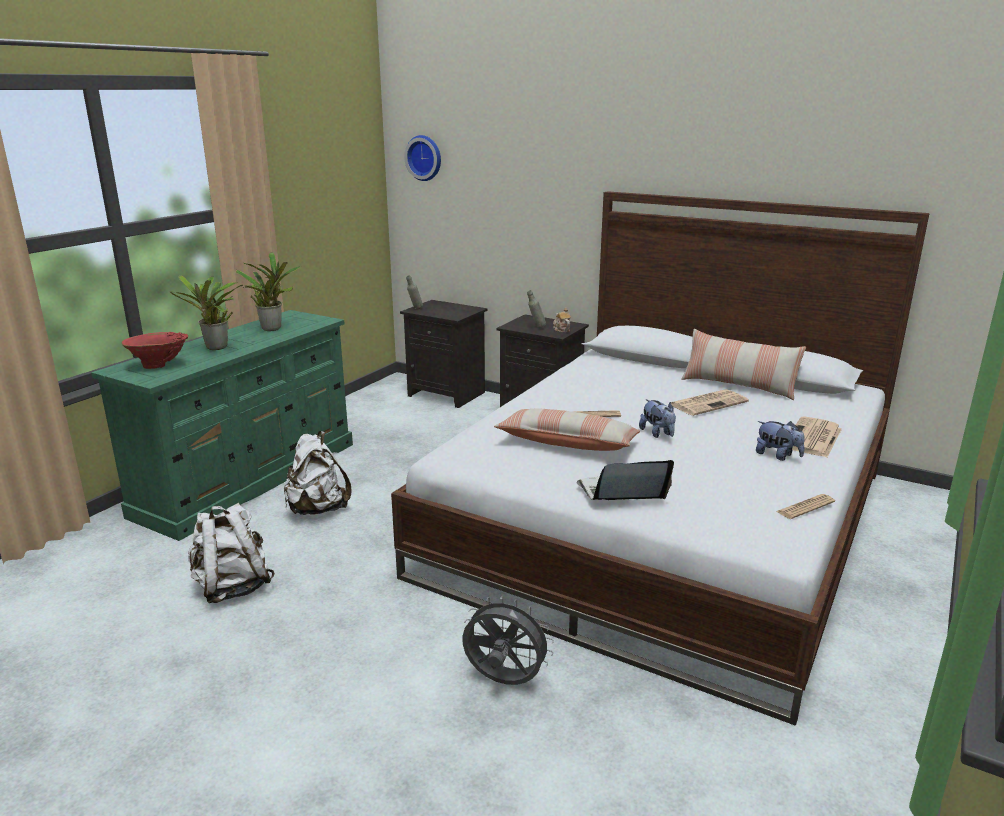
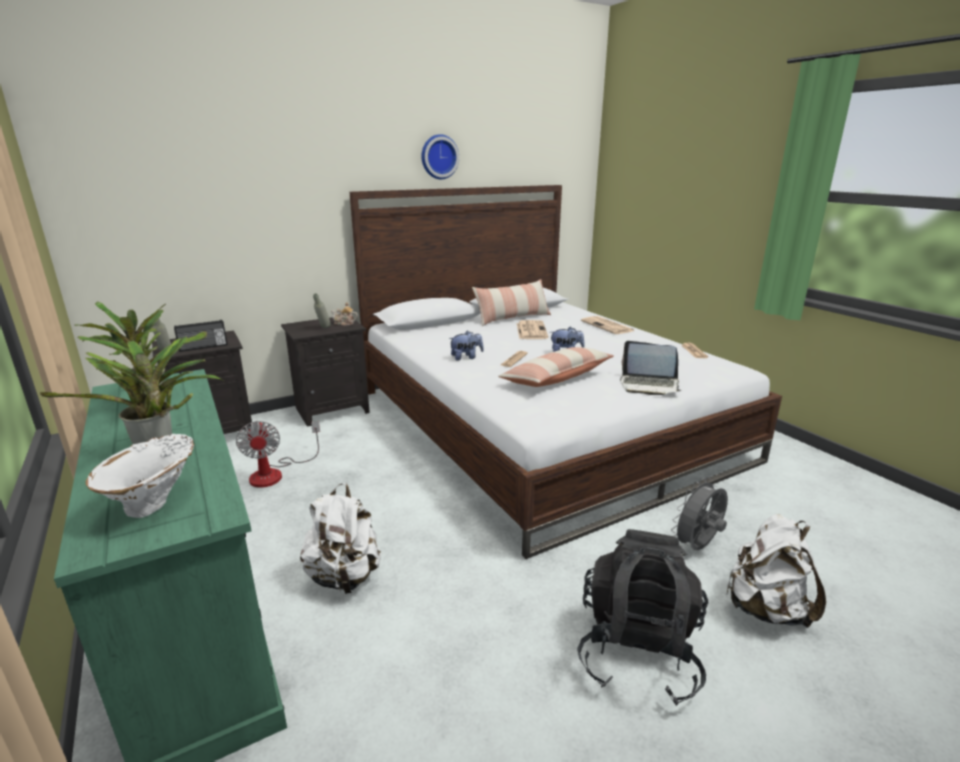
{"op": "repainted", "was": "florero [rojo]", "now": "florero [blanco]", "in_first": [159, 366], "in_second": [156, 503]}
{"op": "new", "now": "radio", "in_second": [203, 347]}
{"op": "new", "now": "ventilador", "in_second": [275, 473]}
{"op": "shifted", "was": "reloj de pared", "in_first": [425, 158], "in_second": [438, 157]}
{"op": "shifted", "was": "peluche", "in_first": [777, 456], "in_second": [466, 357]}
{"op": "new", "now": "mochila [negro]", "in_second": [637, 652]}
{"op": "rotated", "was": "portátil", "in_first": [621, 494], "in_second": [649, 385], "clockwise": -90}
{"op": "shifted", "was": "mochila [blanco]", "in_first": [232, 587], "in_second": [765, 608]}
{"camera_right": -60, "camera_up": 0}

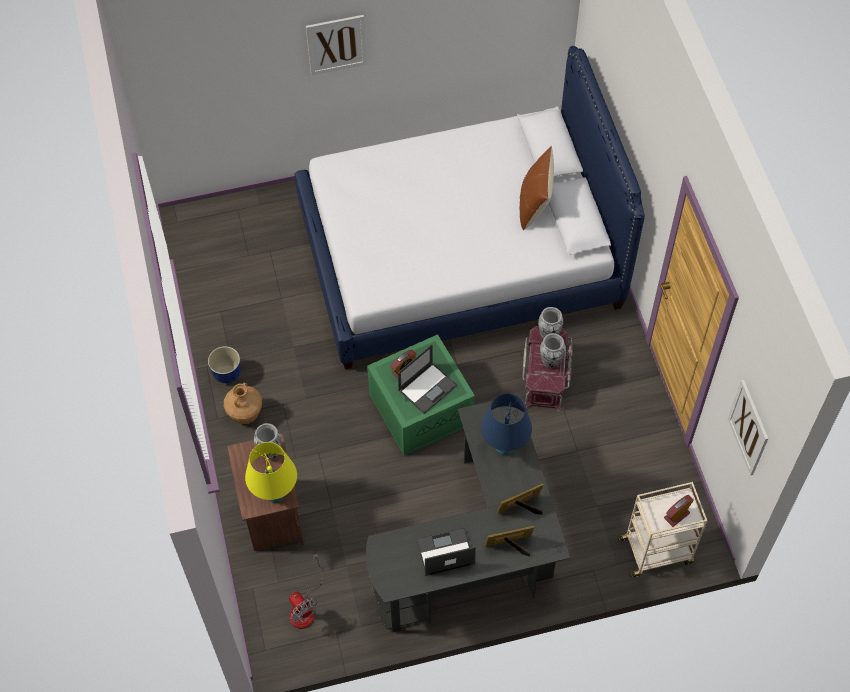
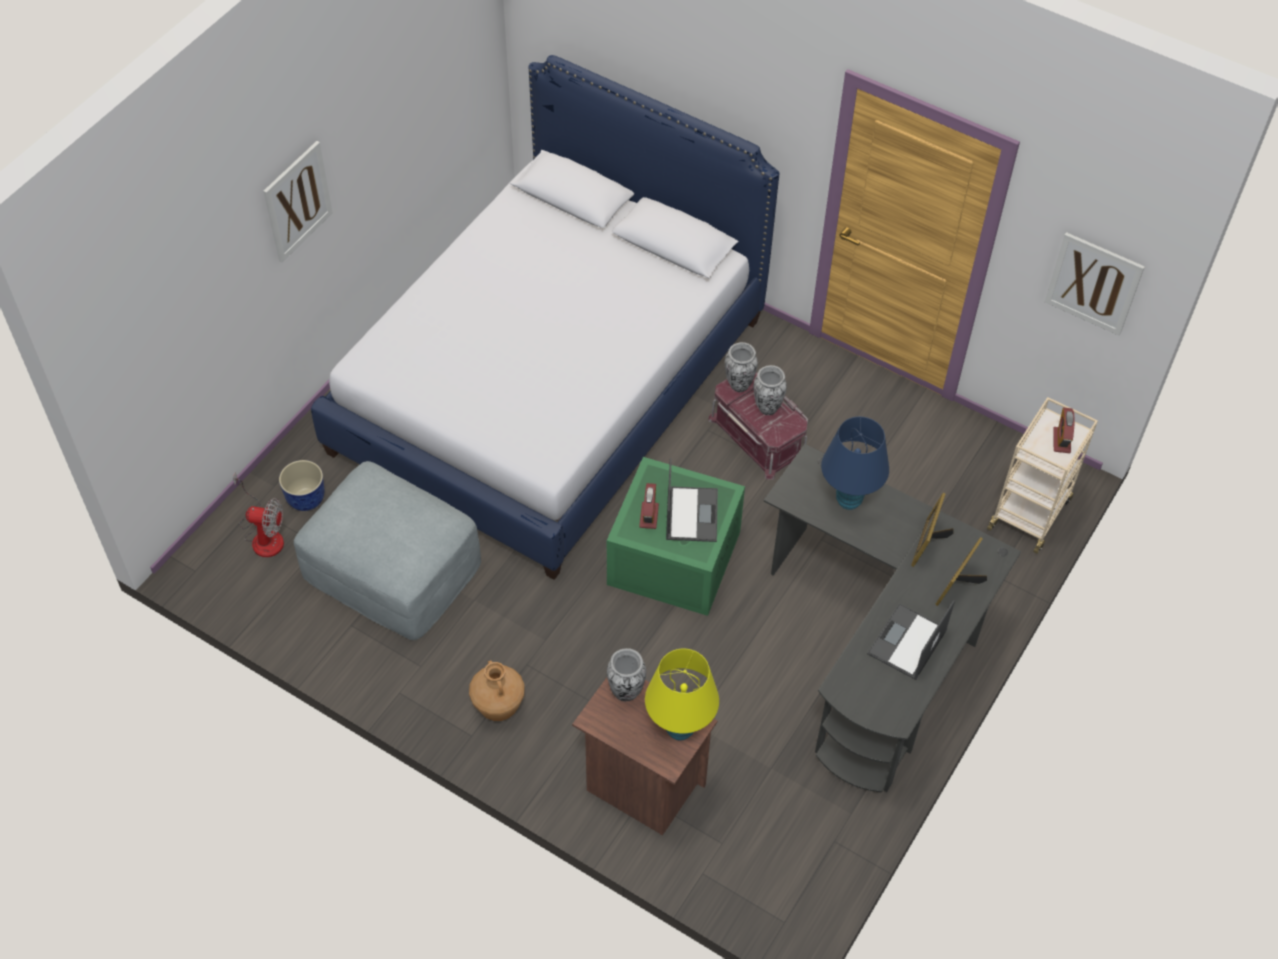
{"op": "shifted", "was": "ventilador", "in_first": [304, 607], "in_second": [263, 535]}
{"op": "shifted", "was": "maceta", "in_first": [227, 374], "in_second": [307, 500]}
{"op": "new", "now": "puf [gris]", "in_second": [392, 568]}
{"op": "gone", "was": "cojín [marrón]", "in_first": [534, 205]}
{"camera_right": -45, "camera_up": -5}

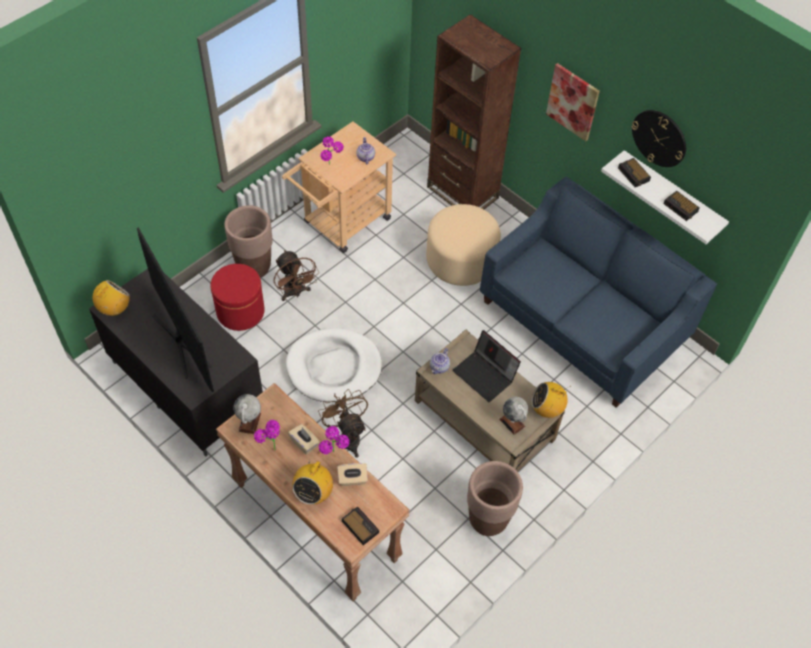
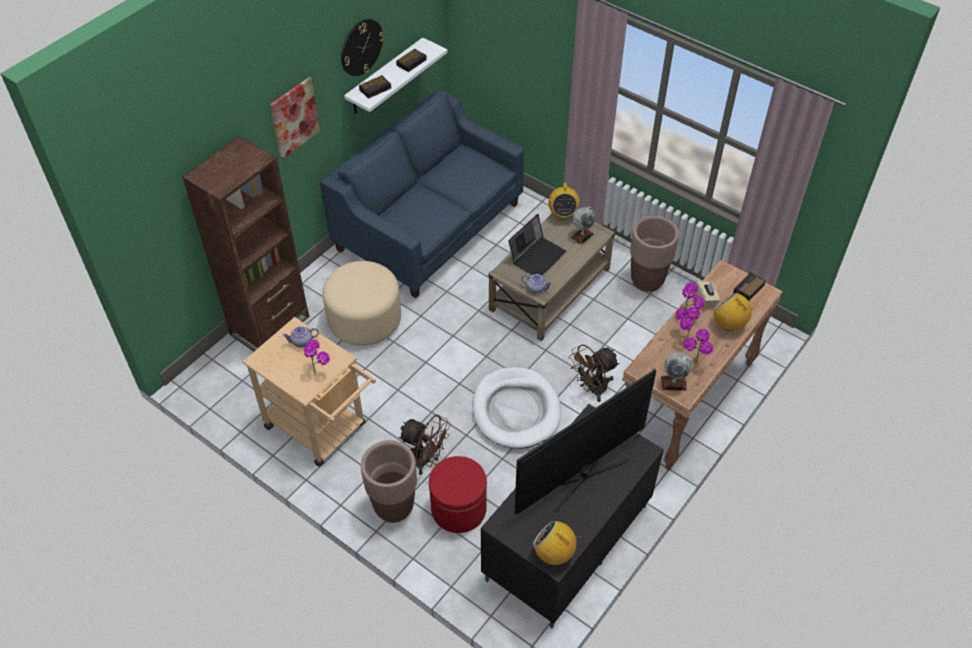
{"op": "rotated", "was": "ventilador [marrón]", "in_first": [295, 293], "in_second": [425, 460], "clockwise": 60}
{"op": "swapped", "was": "caja de pañuelos [beis]", "now": "planta en maceta", "in_first": [304, 443], "in_second": [682, 337]}
{"op": "rotated", "was": "radio", "in_first": [313, 493], "in_second": [729, 324], "clockwise": -150}
{"camera_right": -95, "camera_up": -5}

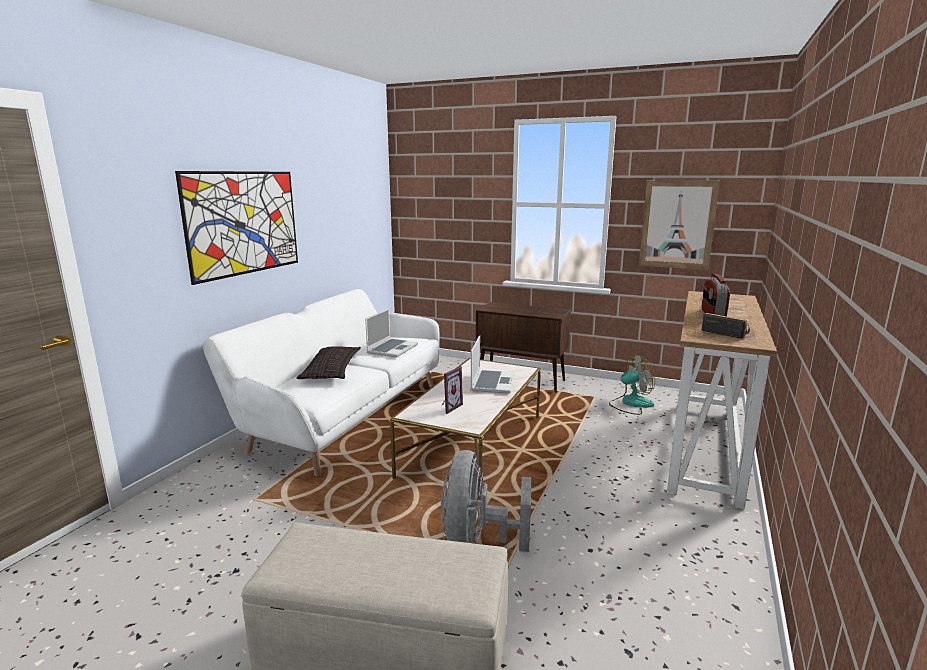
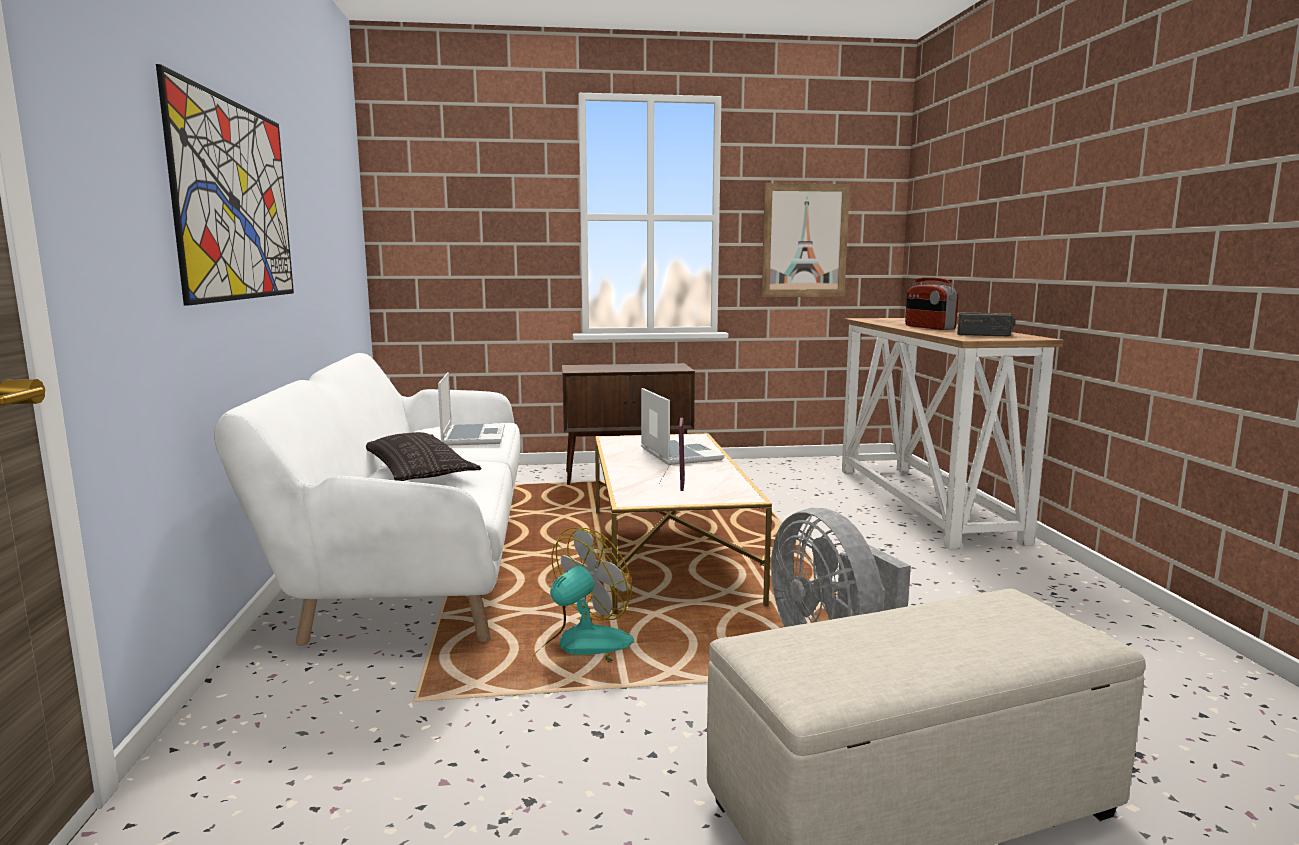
{"op": "shifted", "was": "ventilador", "in_first": [630, 404], "in_second": [581, 650]}
{"camera_right": -30, "camera_up": -5}

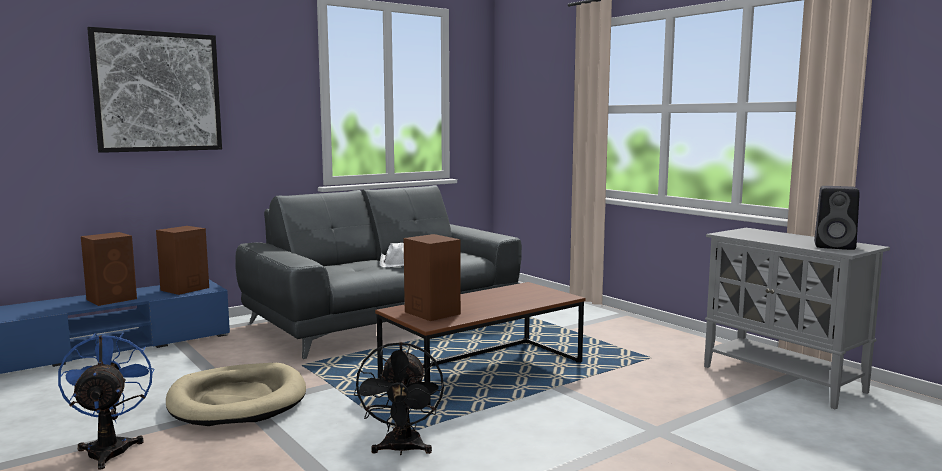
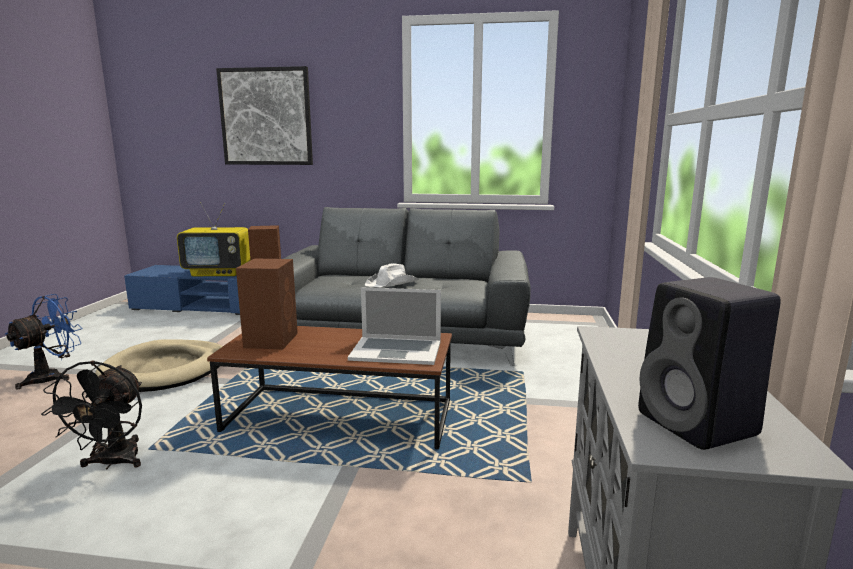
{"op": "rotated", "was": "ventilador [negro]", "in_first": [402, 450], "in_second": [113, 463], "clockwise": -45}
{"op": "swapped", "was": "altavoz [marrón]", "now": "televisor", "in_first": [113, 299], "in_second": [219, 273]}
{"op": "new", "now": "portátil", "in_second": [396, 350]}
{"camera_right": 45, "camera_up": 5}

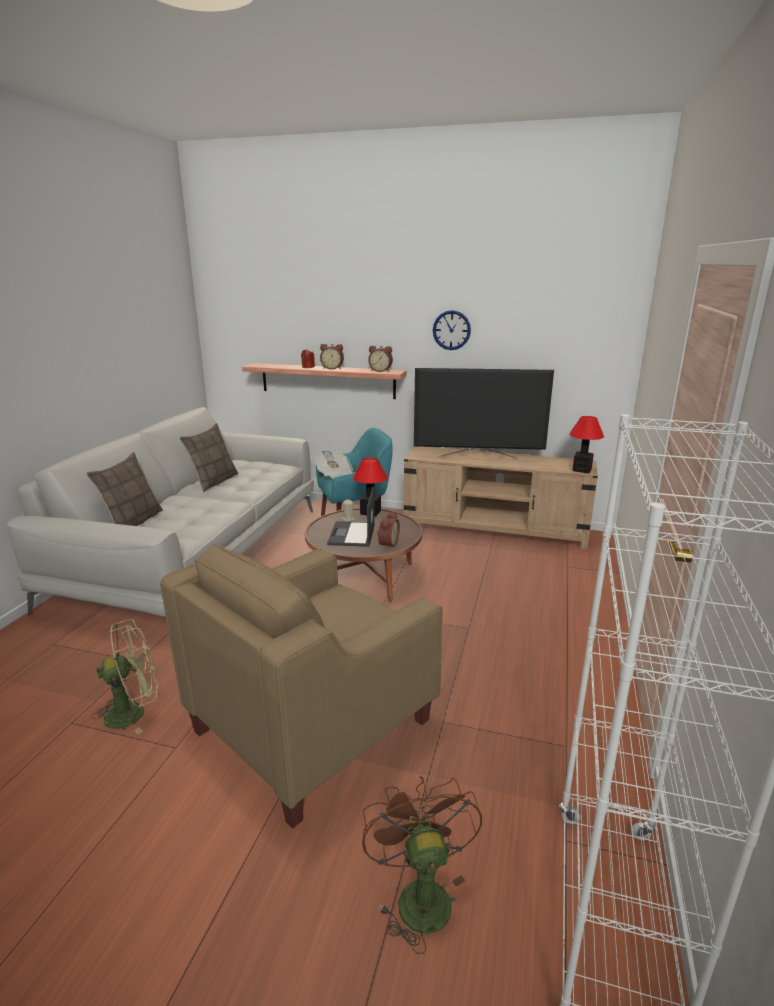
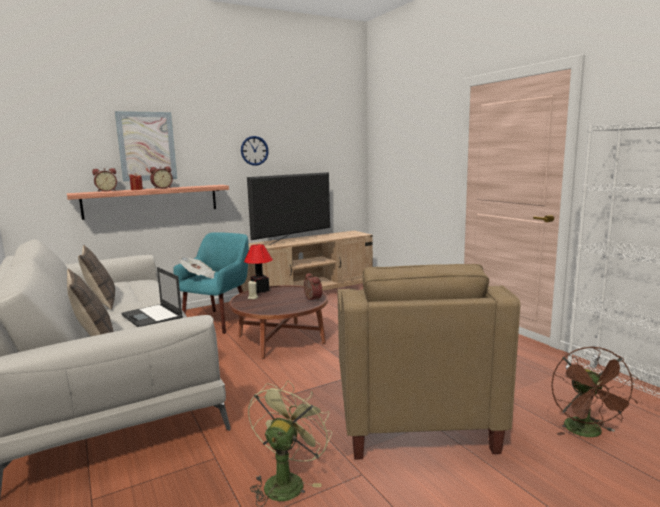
{"op": "shifted", "was": "despertador", "in_first": [381, 371], "in_second": [106, 191]}
{"op": "new", "now": "cuadro", "in_second": [147, 146]}
{"op": "shifted", "was": "portátil", "in_first": [352, 535], "in_second": [152, 316]}
{"op": "rotated", "was": "ventilador [marrón]", "in_first": [419, 894], "in_second": [587, 433], "clockwise": -120}
{"op": "gone", "was": "lámpara de mesa", "in_first": [581, 469]}
{"camera_right": -45, "camera_up": -10}

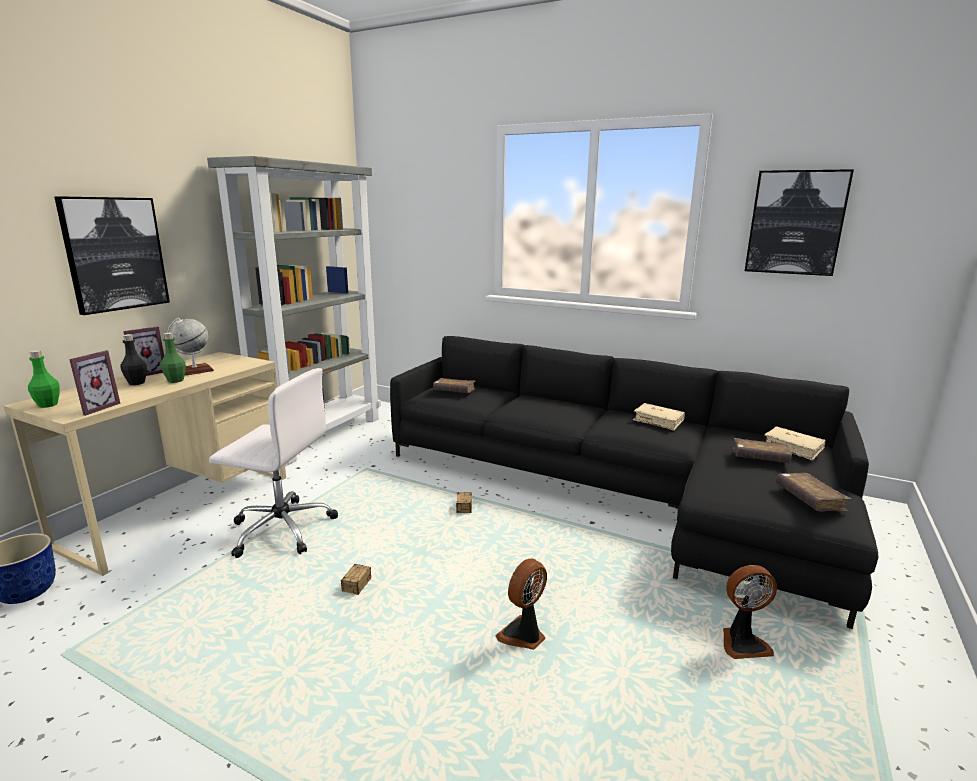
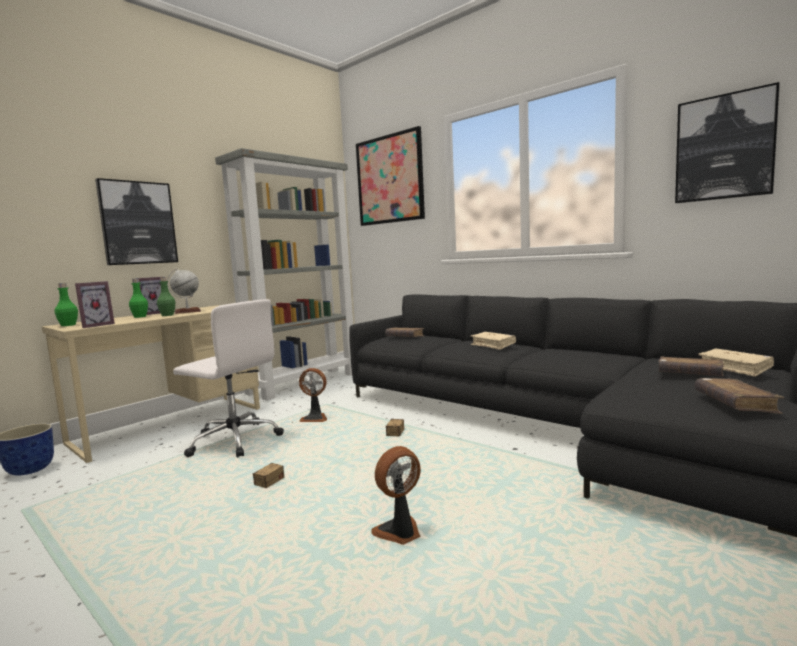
{"op": "repainted", "was": "botella [negro]", "now": "botella [verde]", "in_first": [136, 383], "in_second": [140, 317]}
{"op": "shifted", "was": "ventilador", "in_first": [742, 643], "in_second": [315, 418]}
{"op": "new", "now": "cuadro", "in_second": [390, 179]}
{"op": "shifted", "was": "libro [beis]", "in_first": [658, 421], "in_second": [493, 345]}
{"camera_right": 15, "camera_up": -10}

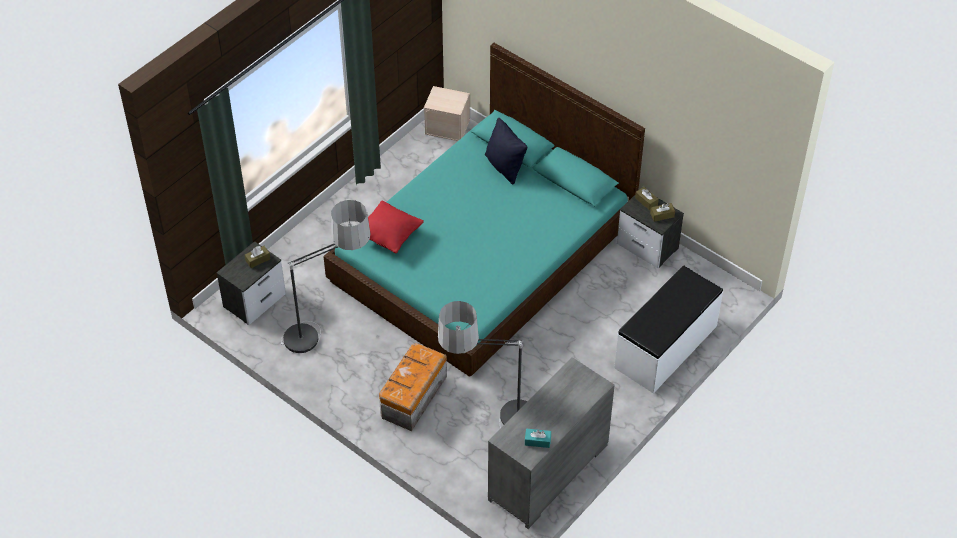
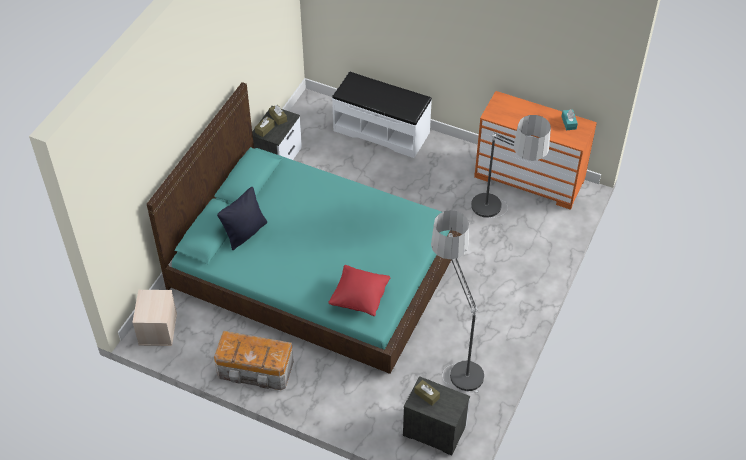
{"op": "shifted", "was": "caja de almacenaje", "in_first": [412, 397], "in_second": [256, 370]}
{"op": "repainted", "was": "cómoda [gris]", "now": "cómoda [naranja]", "in_first": [549, 473], "in_second": [529, 179]}
{"camera_right": -105, "camera_up": 0}

